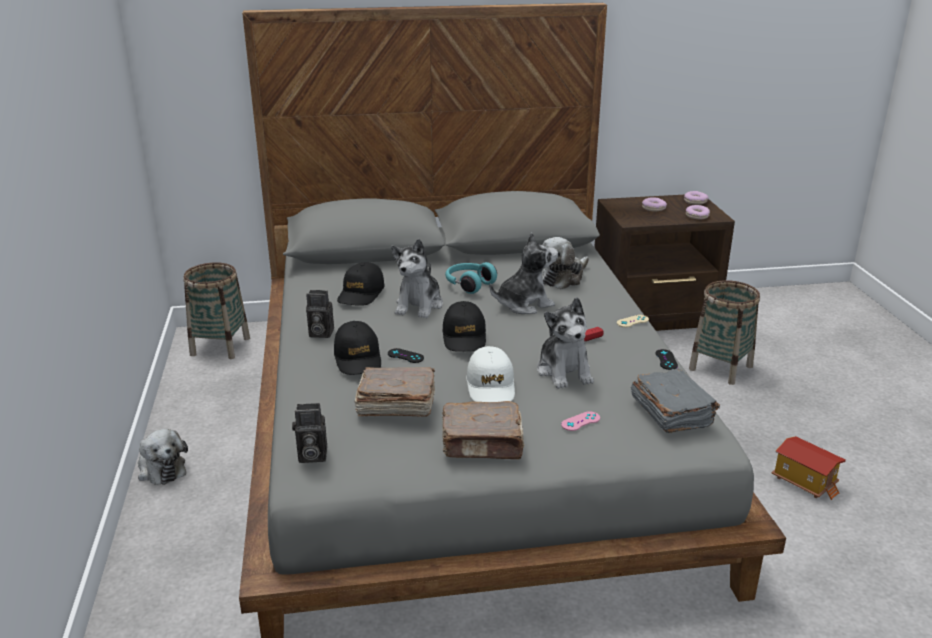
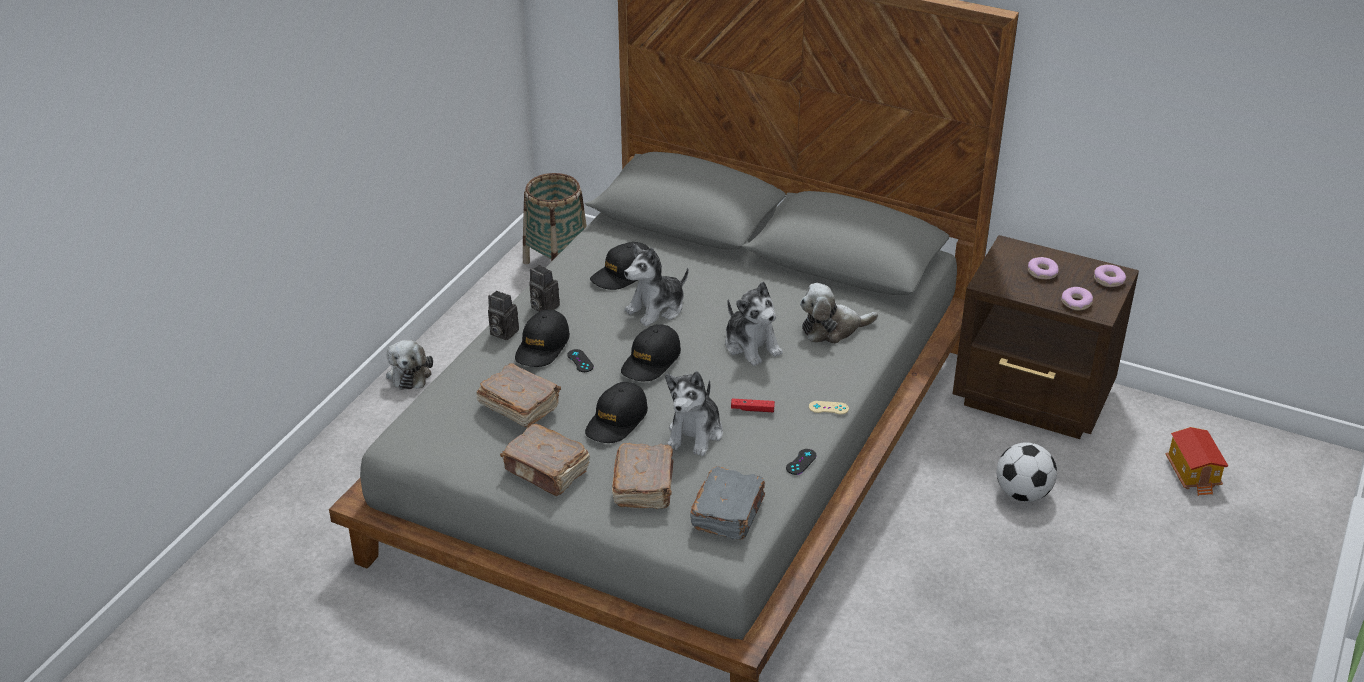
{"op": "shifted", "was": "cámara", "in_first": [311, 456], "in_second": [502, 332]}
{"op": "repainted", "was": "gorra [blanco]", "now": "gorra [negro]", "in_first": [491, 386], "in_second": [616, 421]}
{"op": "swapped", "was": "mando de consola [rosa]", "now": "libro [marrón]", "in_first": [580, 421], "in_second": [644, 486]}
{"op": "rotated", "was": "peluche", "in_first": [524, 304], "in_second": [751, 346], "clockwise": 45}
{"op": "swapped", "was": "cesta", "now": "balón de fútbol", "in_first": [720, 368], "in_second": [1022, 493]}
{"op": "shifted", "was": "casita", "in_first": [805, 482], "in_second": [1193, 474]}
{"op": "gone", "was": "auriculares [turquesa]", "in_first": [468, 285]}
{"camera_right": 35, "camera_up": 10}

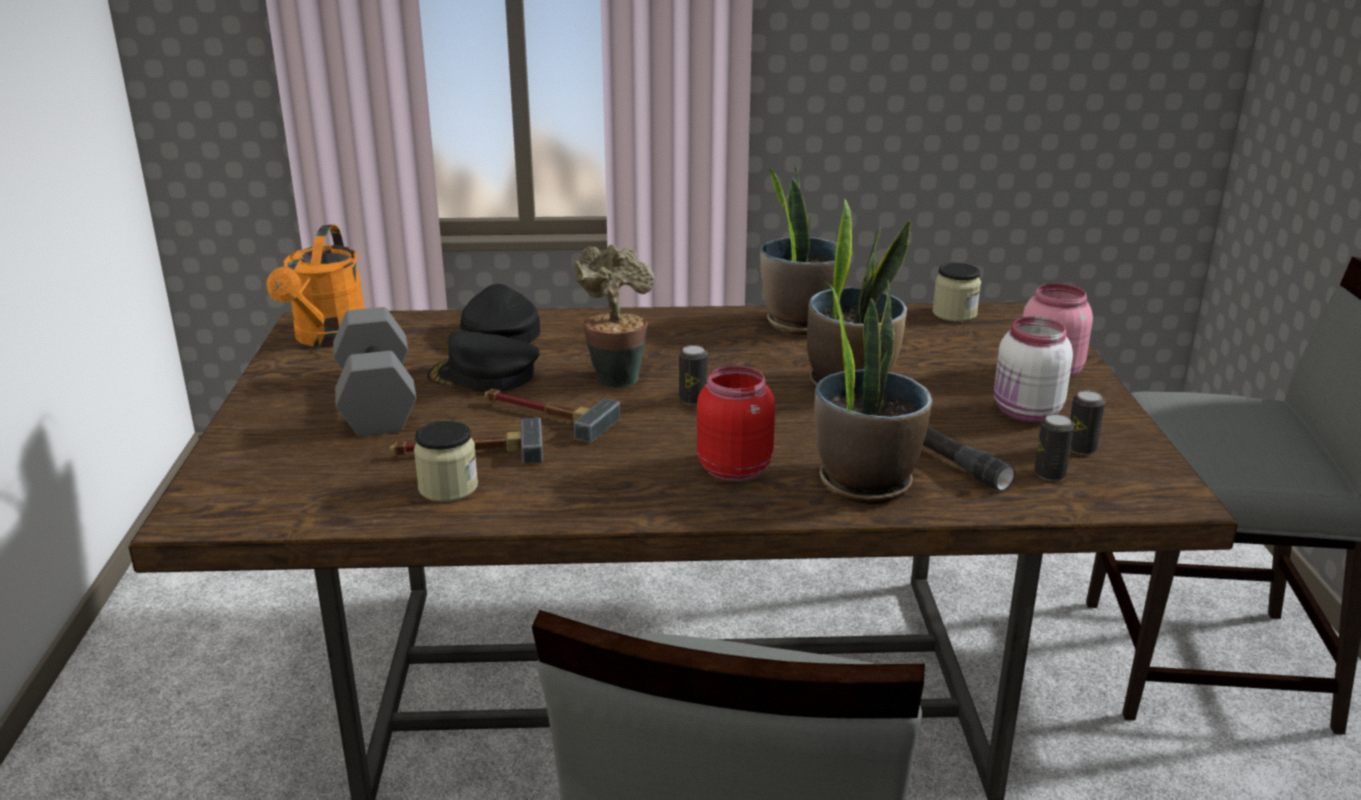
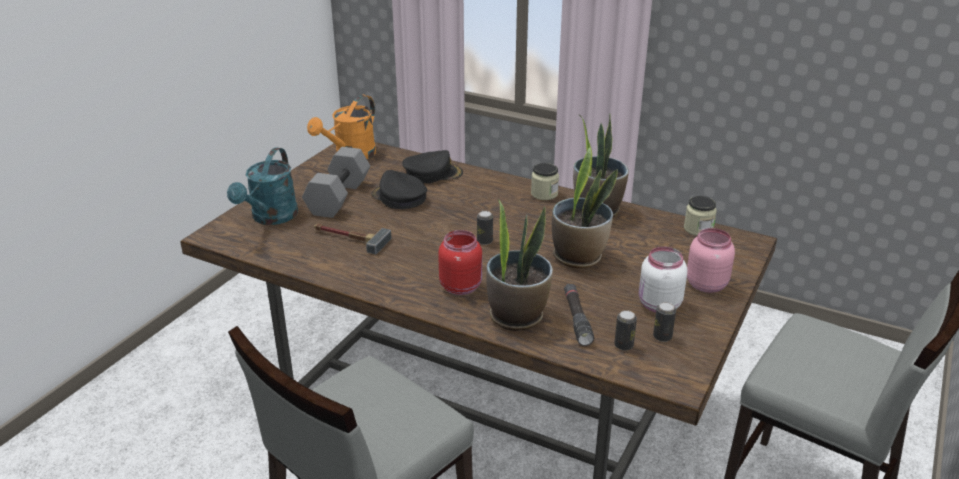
{"op": "new", "now": "regadera [turquesa]", "in_second": [271, 218]}
{"op": "rotated", "was": "gorra [negro]", "in_first": [499, 331], "in_second": [432, 173], "clockwise": 60}
{"op": "shifted", "was": "tarro", "in_first": [448, 487], "in_second": [544, 194]}
{"op": "gone", "was": "martillo", "in_first": [544, 416]}
{"op": "gone", "was": "planta en maceta", "in_first": [615, 377]}
{"camera_right": 30, "camera_up": 5}

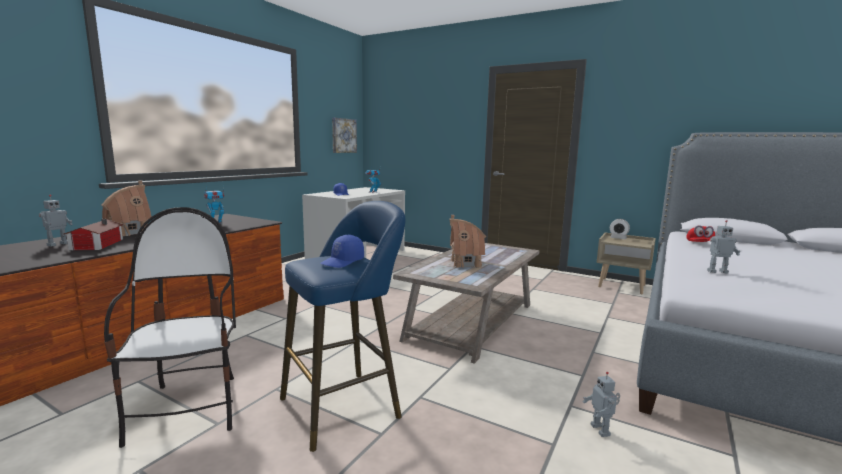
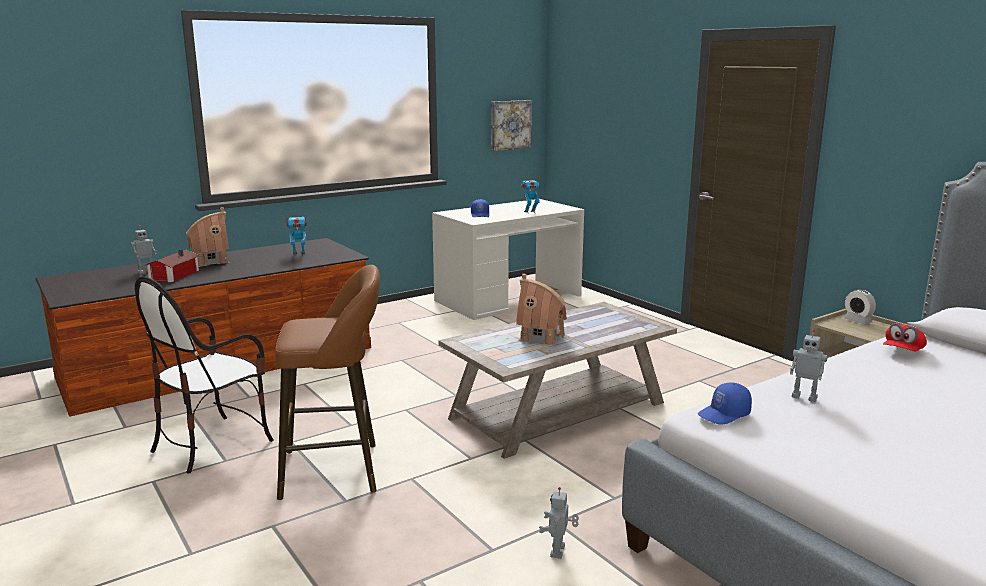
{"op": "rotated", "was": "silla", "in_first": [189, 409], "in_second": [212, 444], "clockwise": -150}
{"op": "repainted", "was": "taburete [azul]", "now": "taburete [marrón]", "in_first": [346, 405], "in_second": [337, 470]}
{"op": "shifted", "was": "gorra [azul]", "in_first": [343, 262], "in_second": [724, 414]}
{"camera_right": 25, "camera_up": 5}

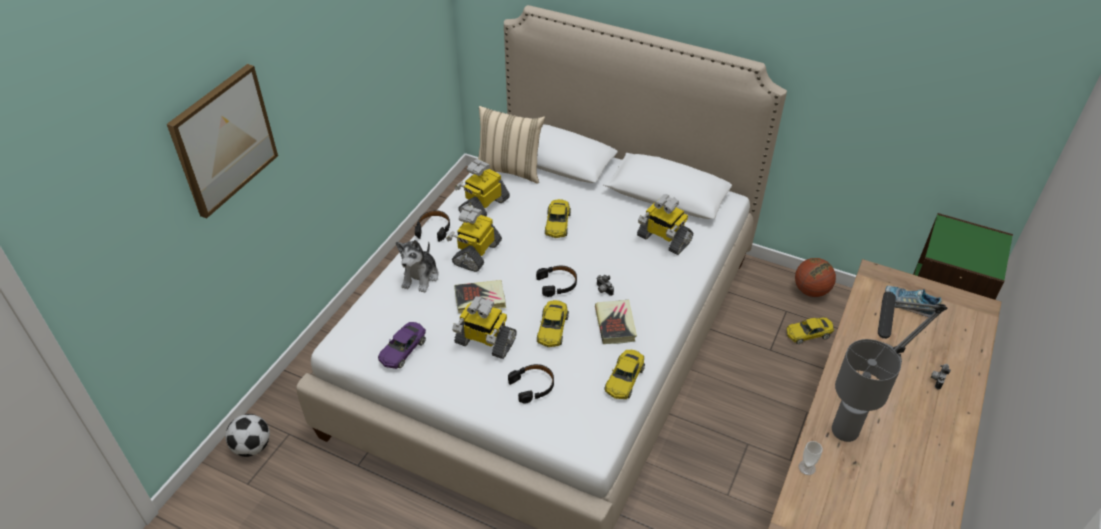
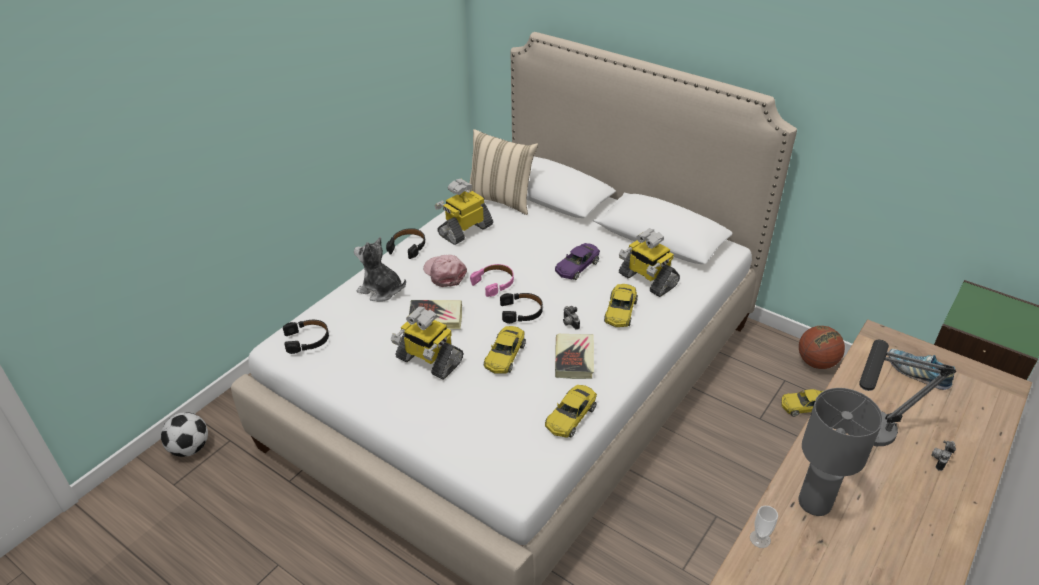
{"op": "shifted", "was": "auriculares [negro]", "in_first": [533, 386], "in_second": [307, 340]}
{"op": "rotated", "was": "peluche", "in_first": [420, 277], "in_second": [381, 290], "clockwise": 90}
{"op": "swapped", "was": "robot de juguete", "now": "gorra [rosa]", "in_first": [476, 253], "in_second": [444, 273]}
{"op": "new", "now": "auriculares [rosa]", "in_second": [494, 283]}
{"op": "shifted", "was": "coche de juguete [morado]", "in_first": [403, 350], "in_second": [577, 266]}
{"op": "shifted", "was": "coche de juguete [amarillo]", "in_first": [557, 223], "in_second": [620, 311]}
{"op": "gone", "was": "cuadro", "in_first": [223, 140]}
{"camera_right": 10, "camera_up": -5}

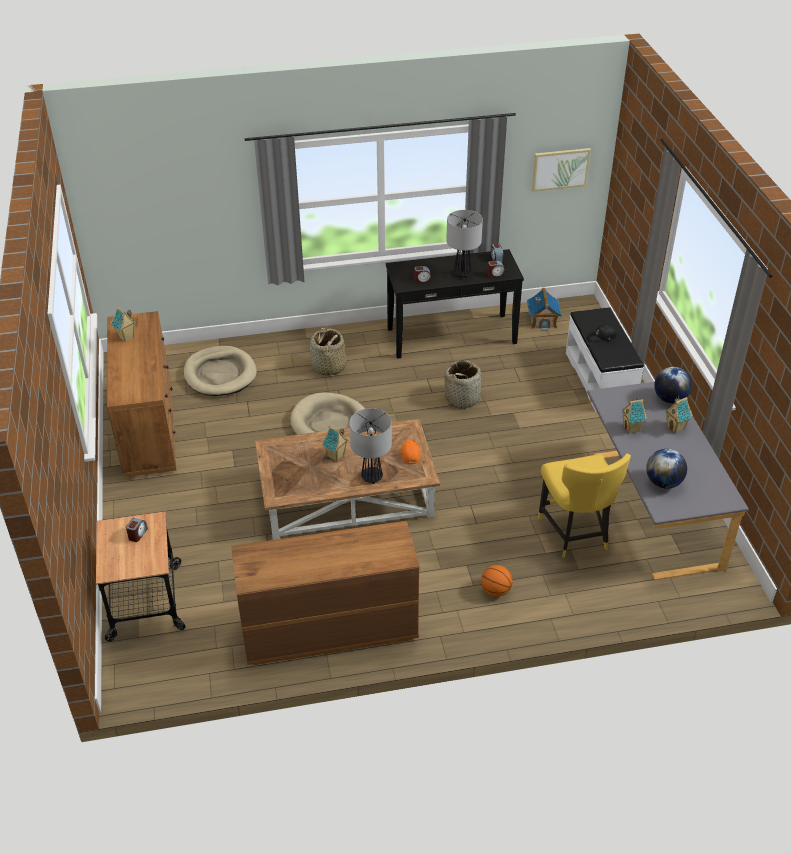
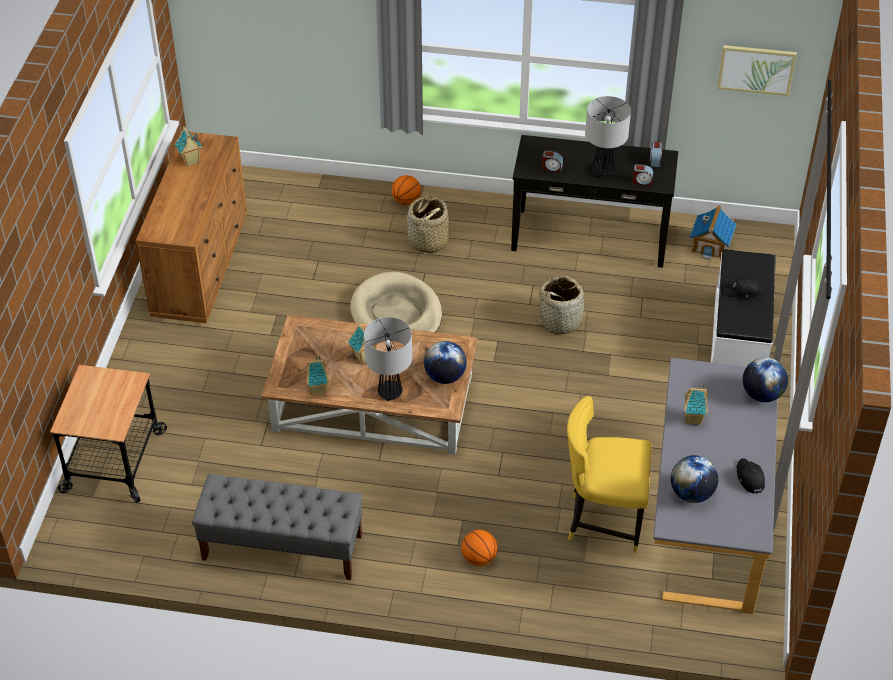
{"op": "swapped", "was": "cómoda [marrón]", "now": "banco [gris]", "in_first": [328, 630], "in_second": [281, 547]}
{"op": "shifted", "was": "casita", "in_first": [676, 427], "in_second": [318, 389]}
{"op": "new", "now": "balón de baloncesto", "in_second": [406, 201]}
{"op": "swapped", "was": "gorra [naranja]", "now": "globo terráqueo", "in_first": [410, 454], "in_second": [445, 377]}
{"op": "rotated", "was": "silla [amarillo]", "in_first": [575, 534], "in_second": [602, 520], "clockwise": 90}
{"op": "new", "now": "gorra [negro]", "in_second": [749, 478]}
{"op": "gone", "was": "despertador", "in_first": [138, 534]}
{"op": "gone", "was": "cama para perro [beis]", "in_first": [220, 374]}
{"camera_right": 20, "camera_up": 5}

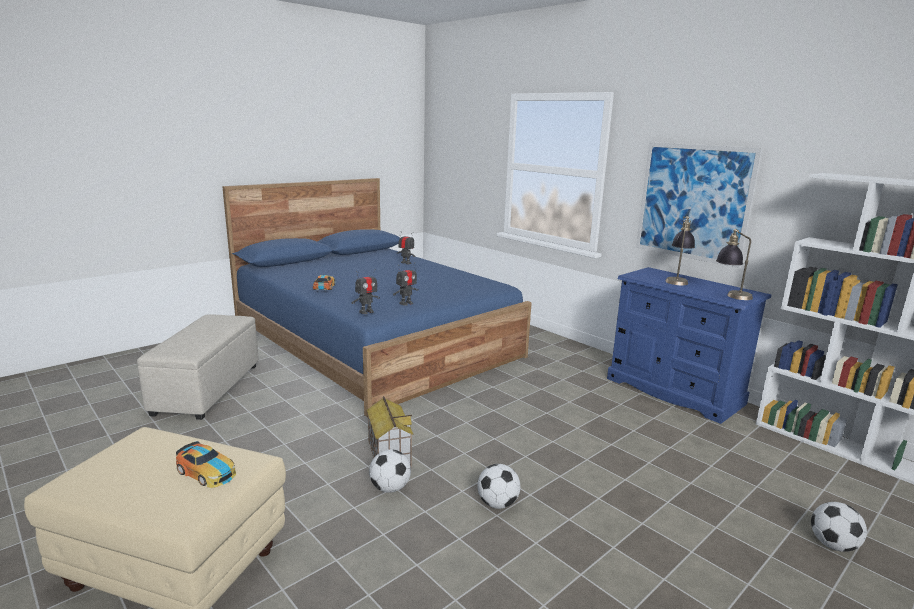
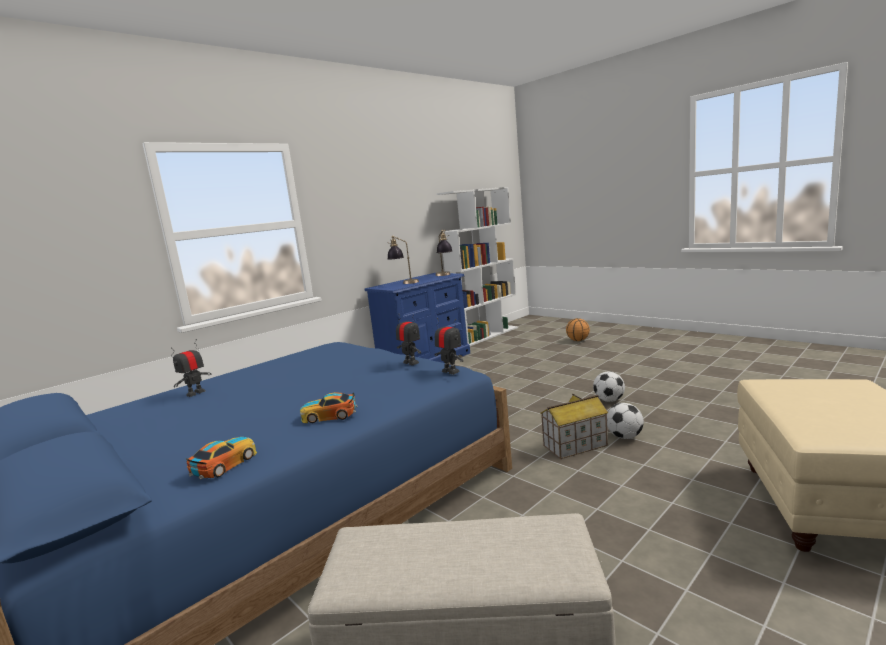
{"op": "shifted", "was": "coche de juguete", "in_first": [207, 472], "in_second": [225, 464]}
{"op": "swapped", "was": "balón de fútbol", "now": "balón de baloncesto", "in_first": [833, 545], "in_second": [578, 340]}
{"op": "gone", "was": "cuadro", "in_first": [693, 202]}
{"camera_right": -90, "camera_up": -5}

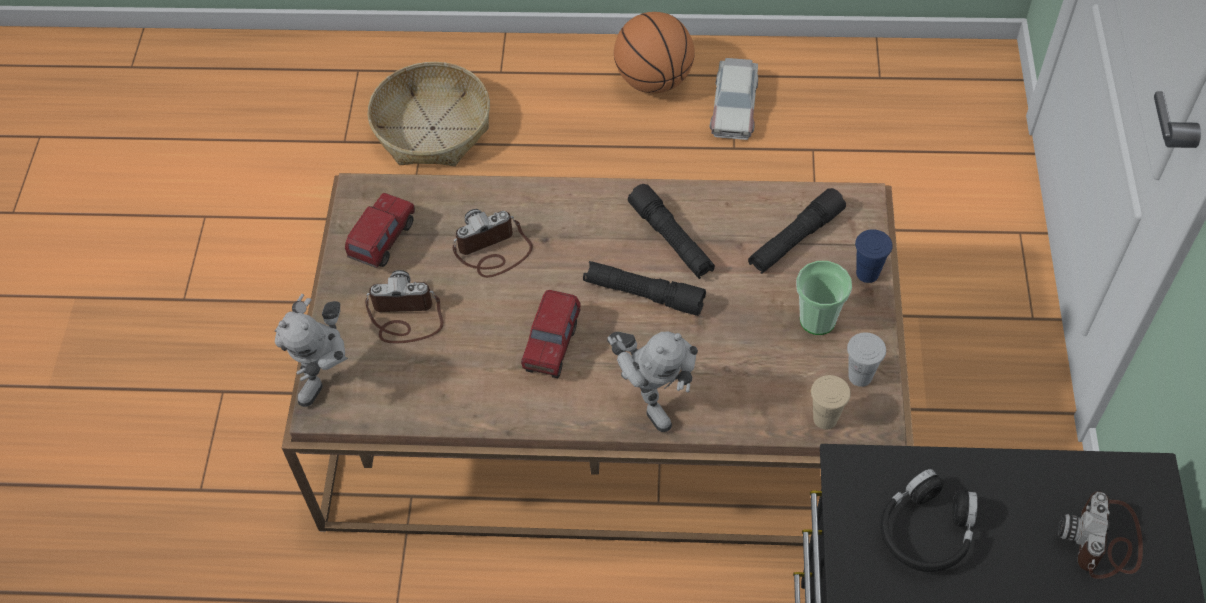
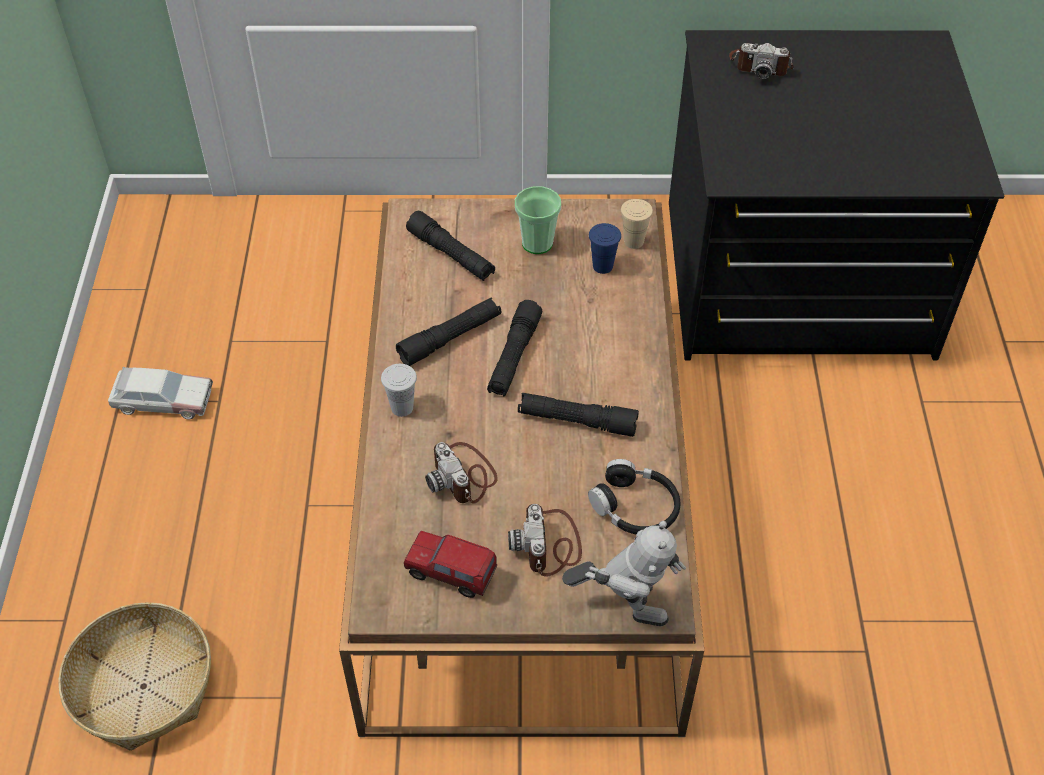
{"op": "shifted", "was": "taza [blanco]", "in_first": [860, 376], "in_second": [402, 408]}
{"op": "swapped", "was": "camión de juguete", "now": "linterna [negro]", "in_first": [553, 347], "in_second": [577, 421]}
{"op": "shifted", "was": "auriculares [negro]", "in_first": [926, 530], "in_second": [635, 507]}
{"op": "shifted", "was": "taza [azul]", "in_first": [867, 273], "in_second": [602, 266]}
{"op": "gone", "was": "robot de juguete", "in_first": [650, 397]}
{"op": "gone", "was": "balón de baloncesto", "in_first": [654, 80]}
{"camera_right": -95, "camera_up": -5}

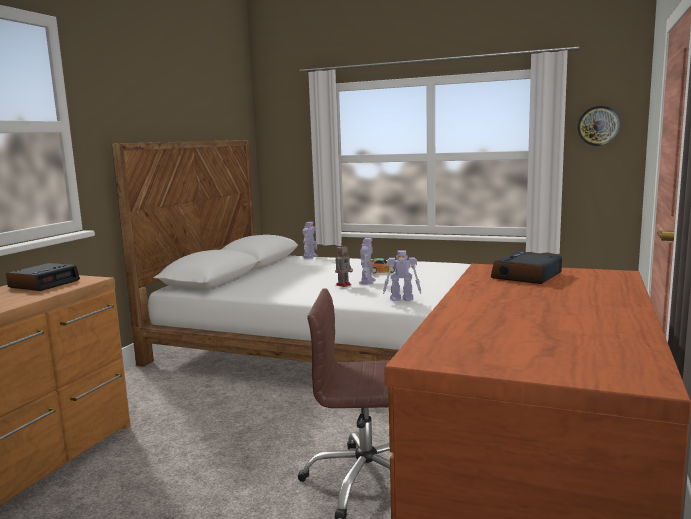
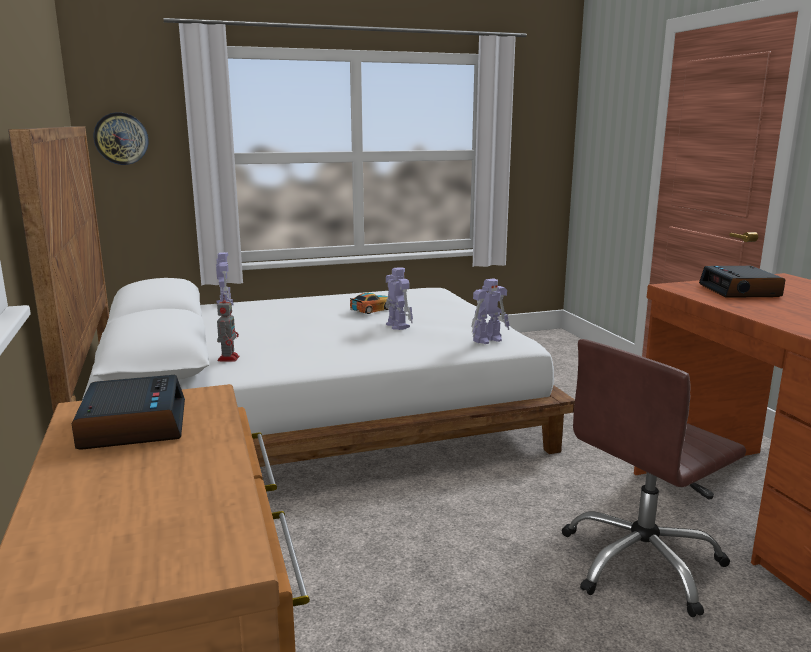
{"op": "shifted", "was": "reloj de pared", "in_first": [598, 126], "in_second": [121, 138]}
{"op": "shifted", "was": "robot de juguete", "in_first": [344, 285], "in_second": [228, 358]}
{"camera_right": -40, "camera_up": 5}

